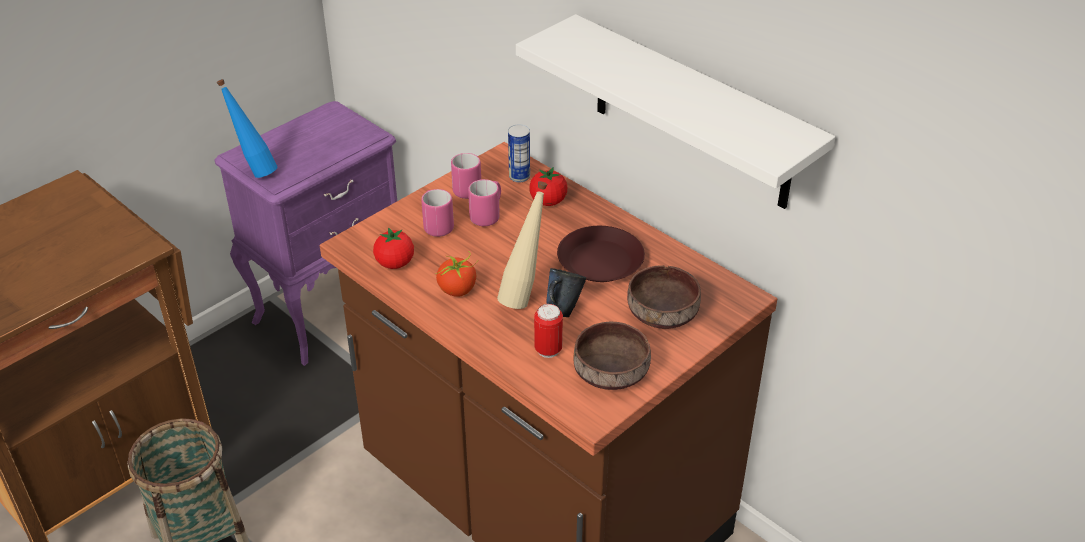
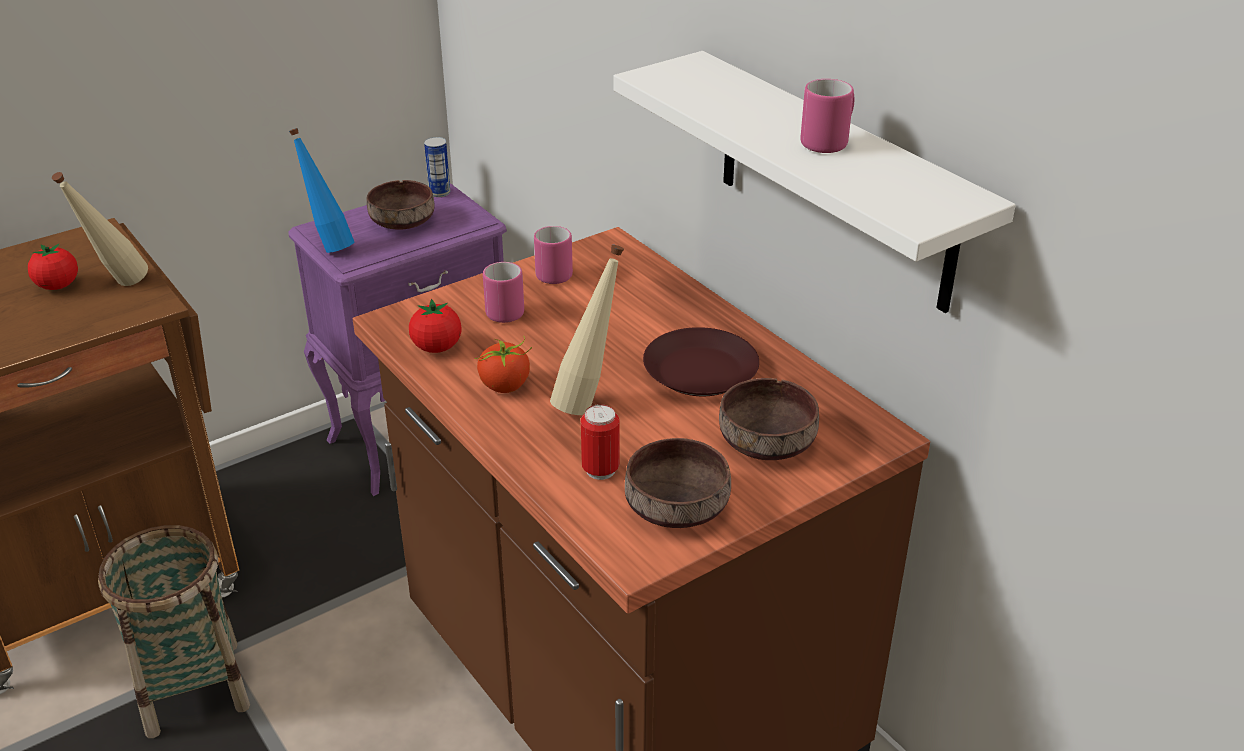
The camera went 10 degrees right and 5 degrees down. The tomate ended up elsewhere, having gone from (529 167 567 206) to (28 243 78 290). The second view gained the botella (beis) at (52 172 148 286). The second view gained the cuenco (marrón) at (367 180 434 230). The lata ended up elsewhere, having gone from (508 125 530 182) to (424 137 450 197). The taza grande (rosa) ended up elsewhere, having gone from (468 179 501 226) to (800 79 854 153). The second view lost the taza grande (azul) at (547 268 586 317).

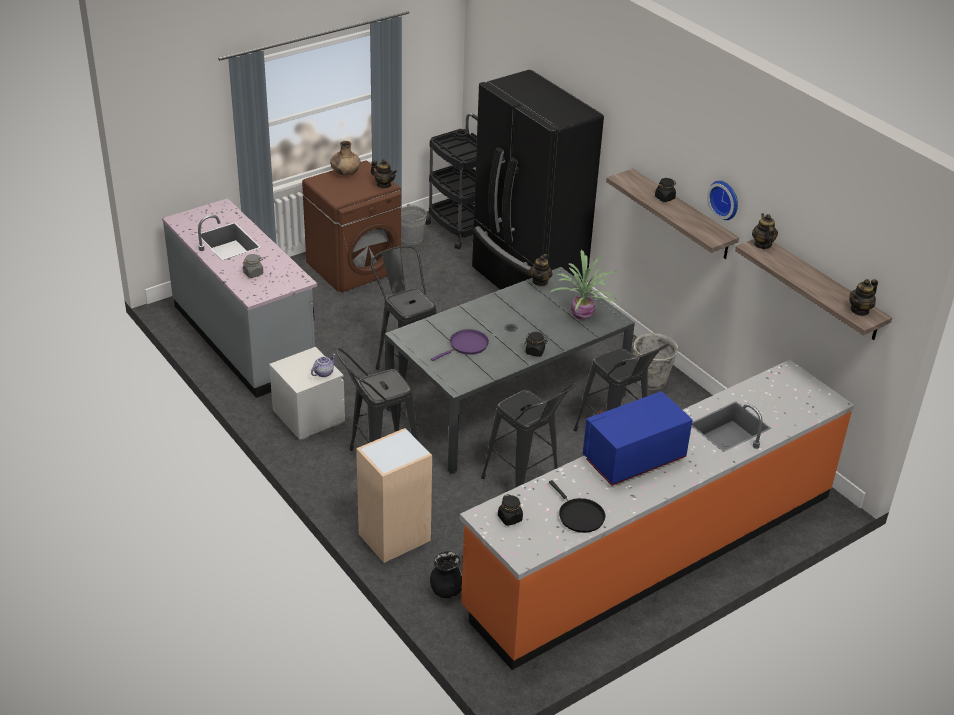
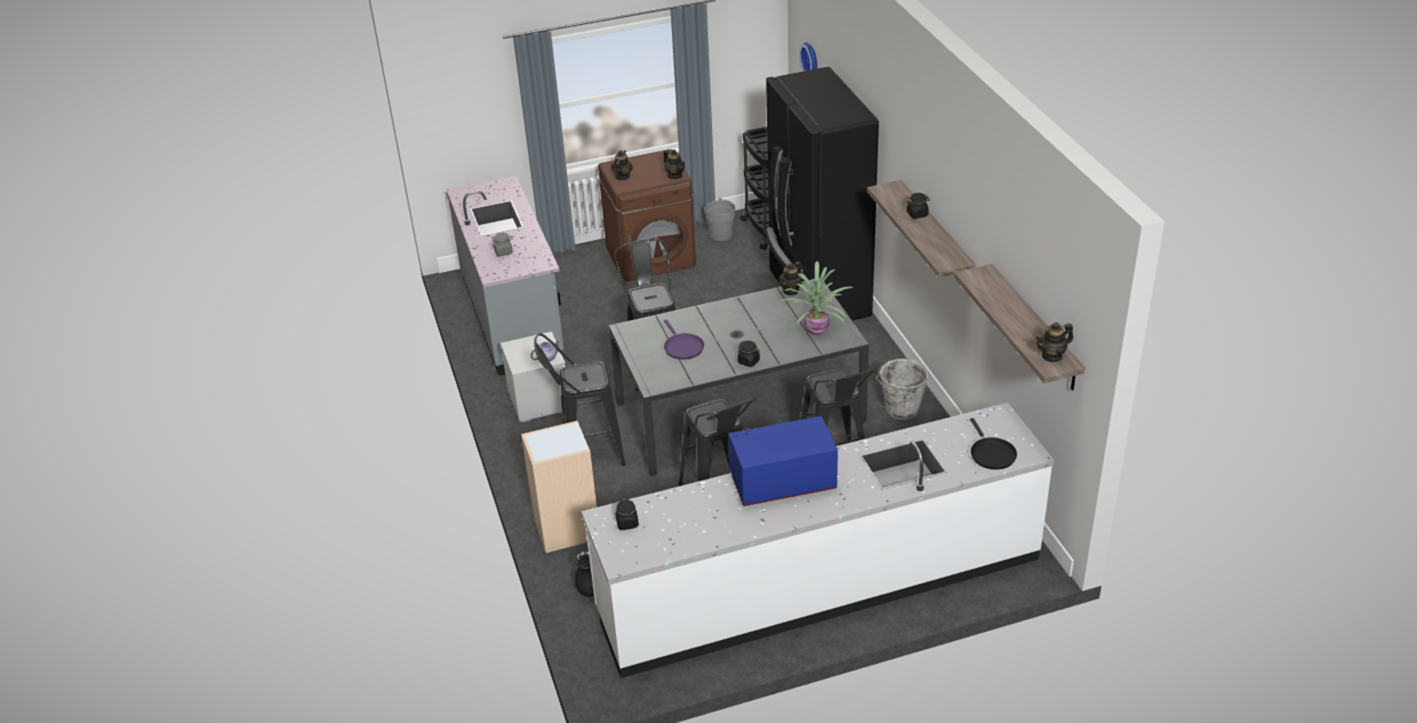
The camera went 20 degrees right and 0 degrees up. What was the mueble bajo de cocina (naranja) at (460 360 854 670) turned into the mueble bajo de cocina (blanco) at (581 402 1054 678). The tetera ended up elsewhere, having gone from (752 213 778 249) to (611 150 633 180). The sartén (morado) at (431 329 489 361) ended up facing another way, 90 degrees clockwise from before. The reloj de pared ended up elsewhere, having gone from (707 181 738 220) to (799 42 817 71). The sartén (negro) ended up elsewhere, having gone from (549 480 605 533) to (970 418 1017 470). The second view lost the florero (marrón) at (330 141 361 176).

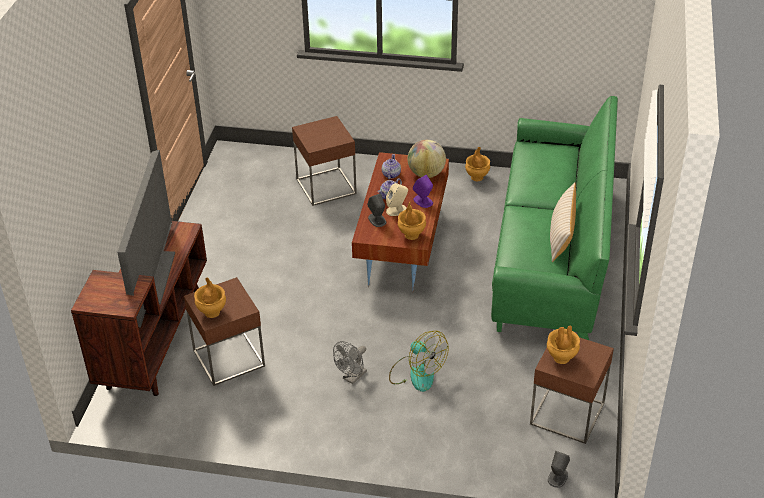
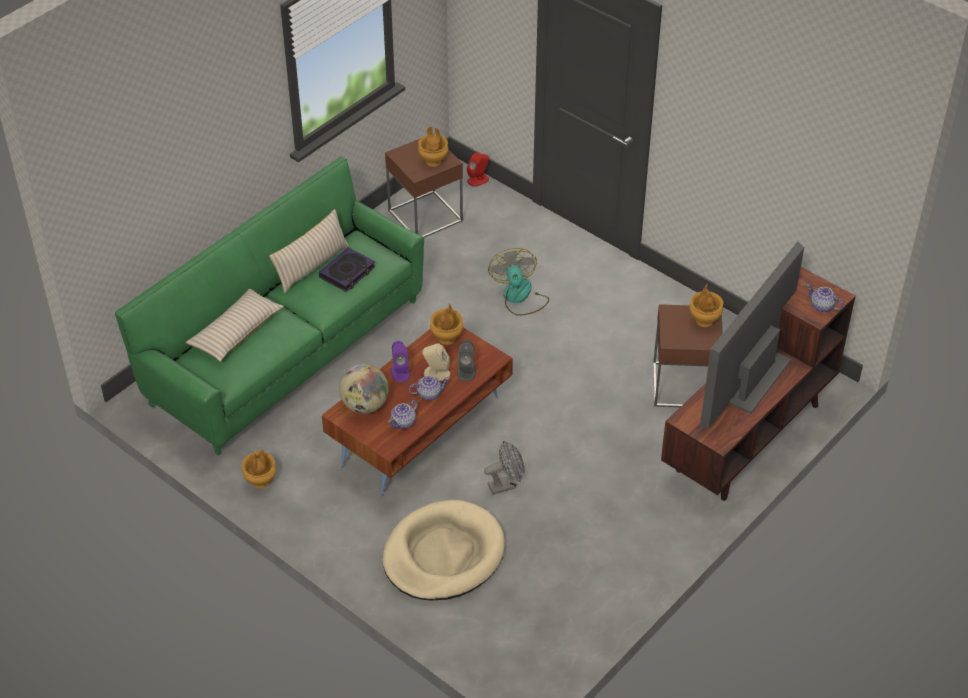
The camera went 150 degrees left and 5 degrees up. The second view gained the cojín (beis) at (186 289 284 362). The second view gained the libro at (319 247 375 292). Where the mesa auxiliar (marrón) stood at (292 116 357 206), the cama para perro (beis) came to stand at (382 500 505 601). What was the altavoz (gris) at (548 451 570 488) turned into the altavoz (rojo) at (467 153 489 187). The ventilador (gris) ended up elsewhere, having gone from (333 341 367 384) to (484 441 525 495). The second view gained the tetera at (806 284 843 312).

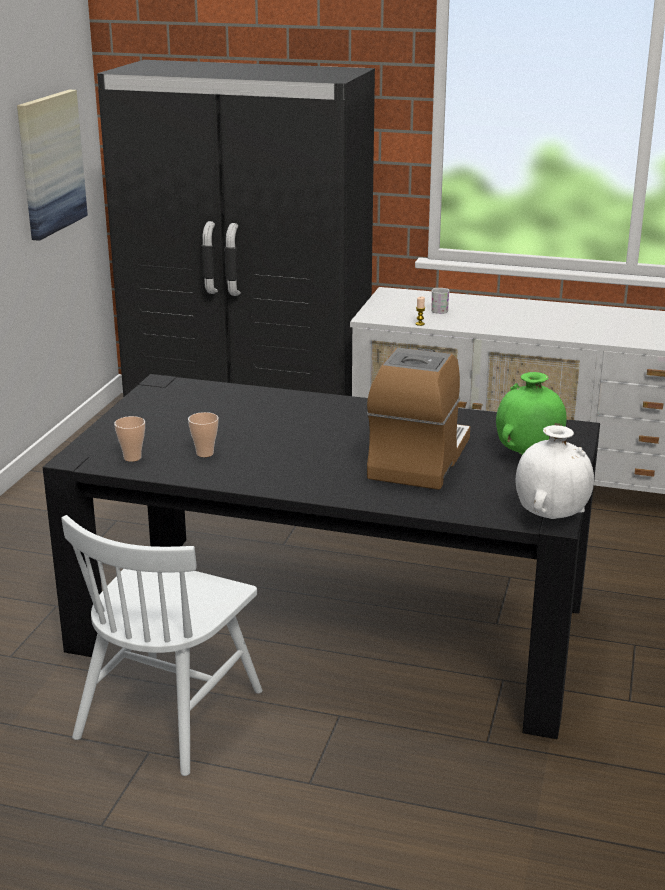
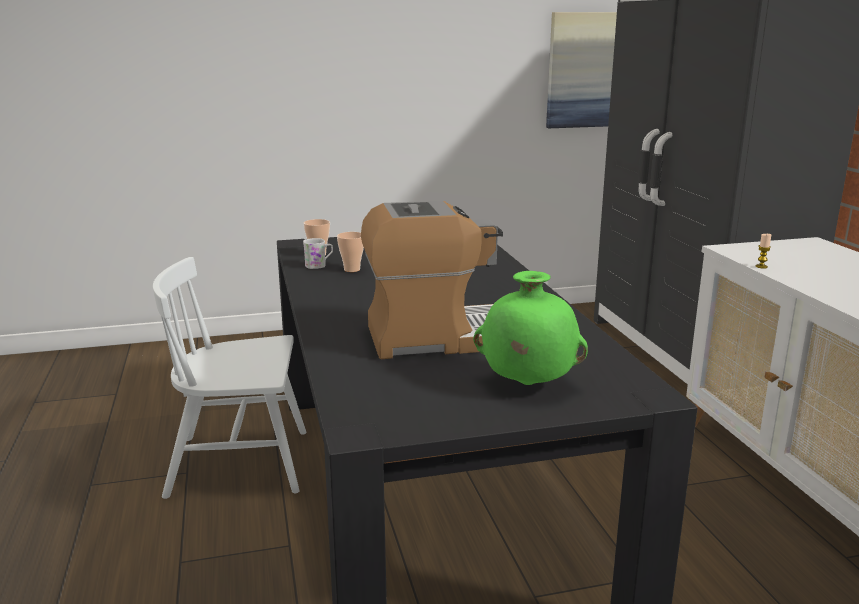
The camera went 60 degrees right and 5 degrees down. The taza grande (blanco) ended up elsewhere, having gone from (431 288 449 314) to (303 238 333 269). The second view lost the florero (blanco) at (516 425 594 519).

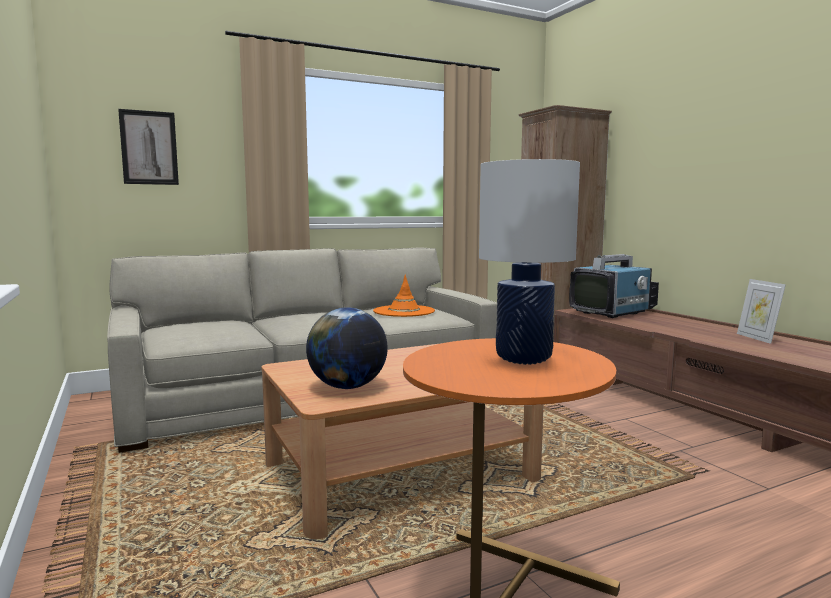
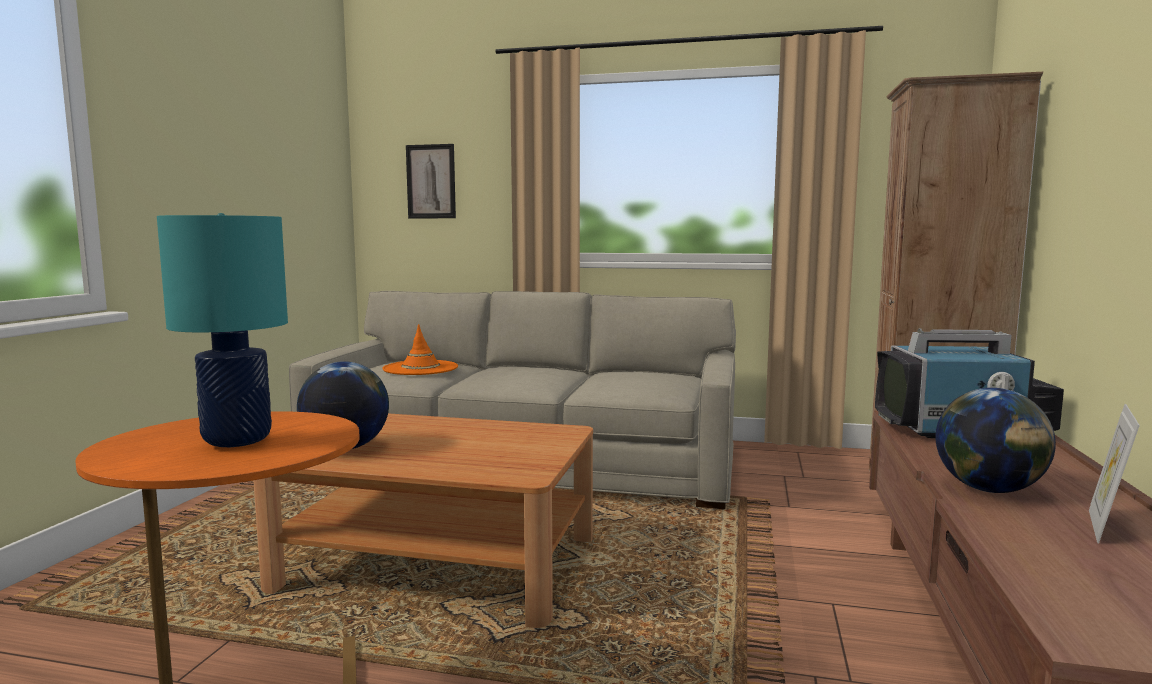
The camera went 40 degrees right and 0 degrees up. What was the lámpara de mesa (blanco) at (479 159 580 365) turned into the lámpara de mesa (turquesa) at (157 213 288 447). The sombrero (naranja) ended up elsewhere, having gone from (373 275 435 317) to (382 324 458 375). The second view gained the globo terráqueo at (935 388 1056 493).

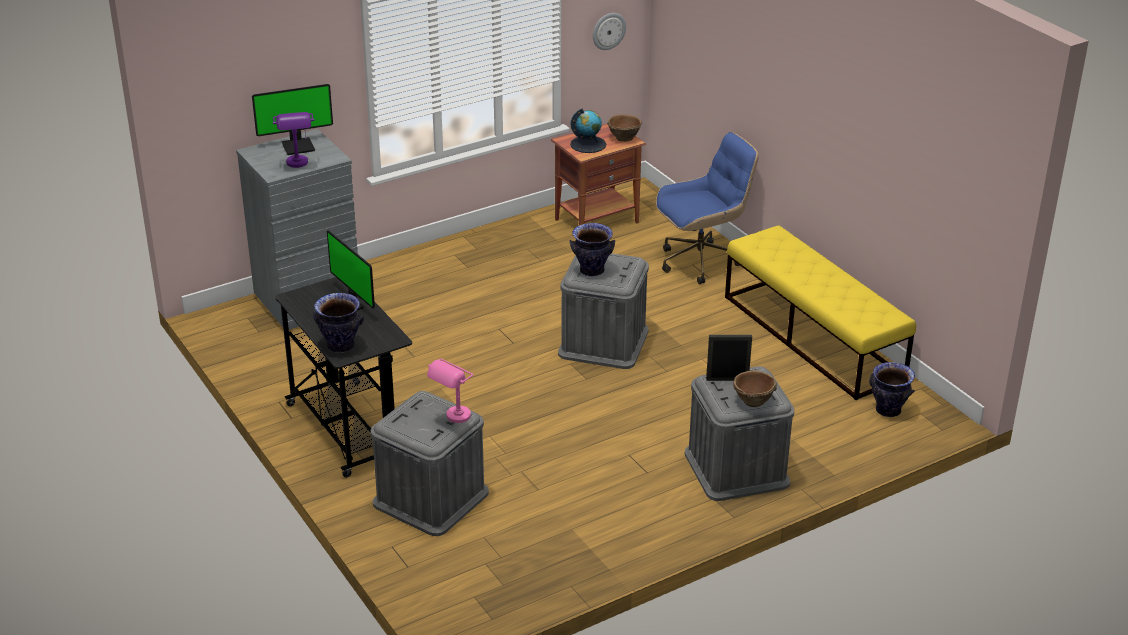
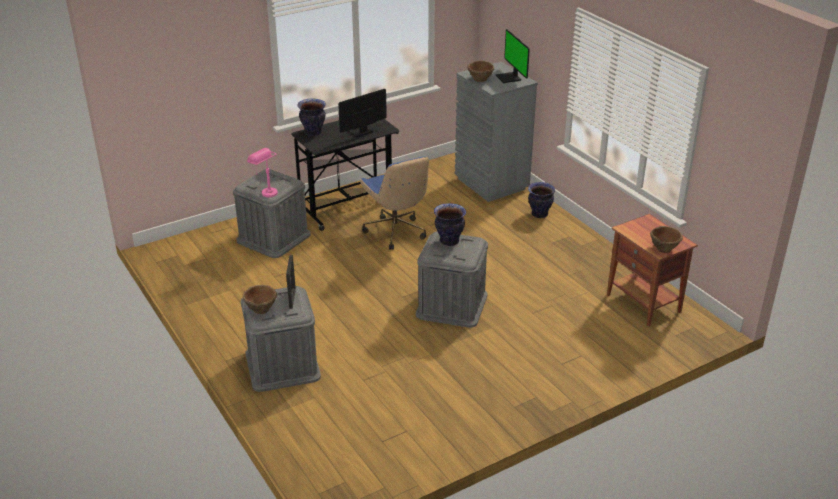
The camera went 90 degrees right and 0 degrees up. The silla de oficina (azul) ended up elsewhere, having gone from (656 132 759 284) to (360 156 429 250). Where the lámpara de mesa (morado) stood at (273 112 314 168), the cuenco (marrón) came to stand at (468 61 494 82). The florero ended up elsewhere, having gone from (869 362 915 417) to (528 182 555 218). The second view lost the globo terráqueo at (570 109 606 153). The second view lost the reloj de pared at (593 13 626 50). The second view lost the banco (amarillo) at (725 226 916 400).

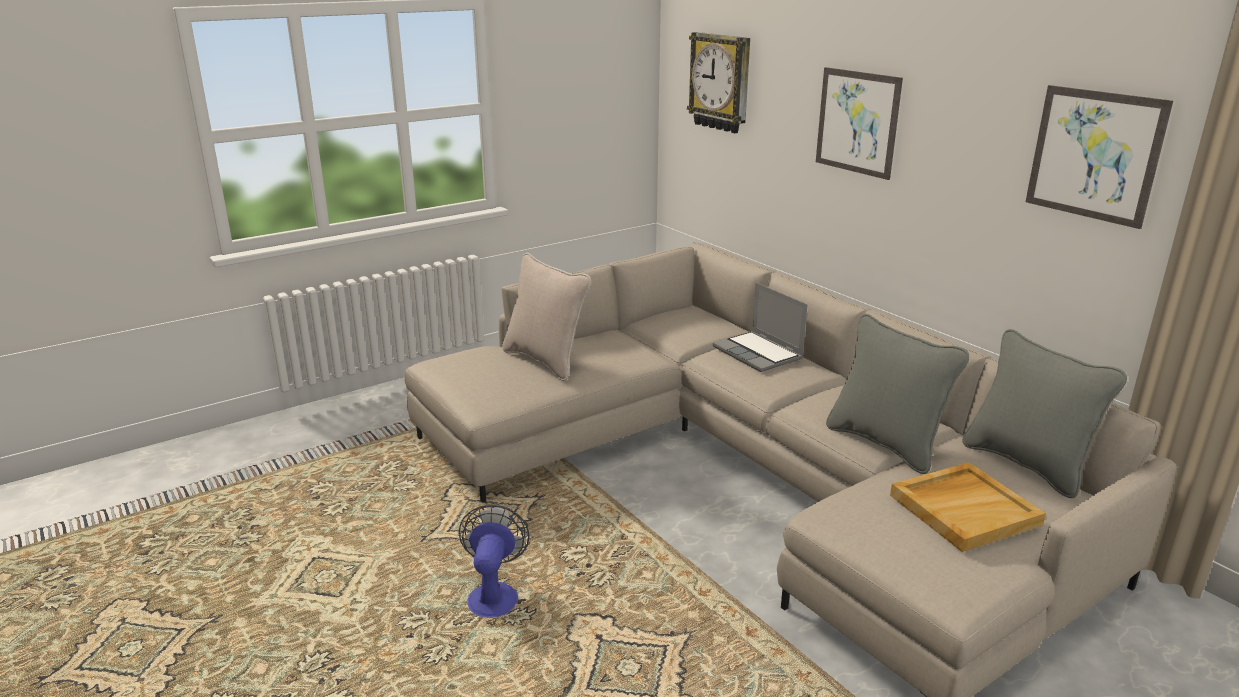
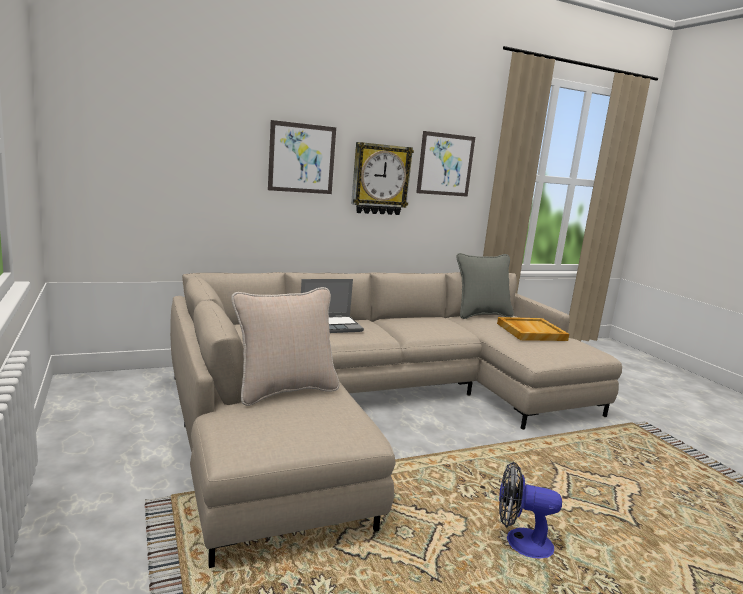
The camera went 80 degrees left and 10 degrees down. The reloj de pared ended up elsewhere, having gone from (687 32 750 133) to (351 142 414 215). The second view lost the cojín (gris) at (826 314 969 474).

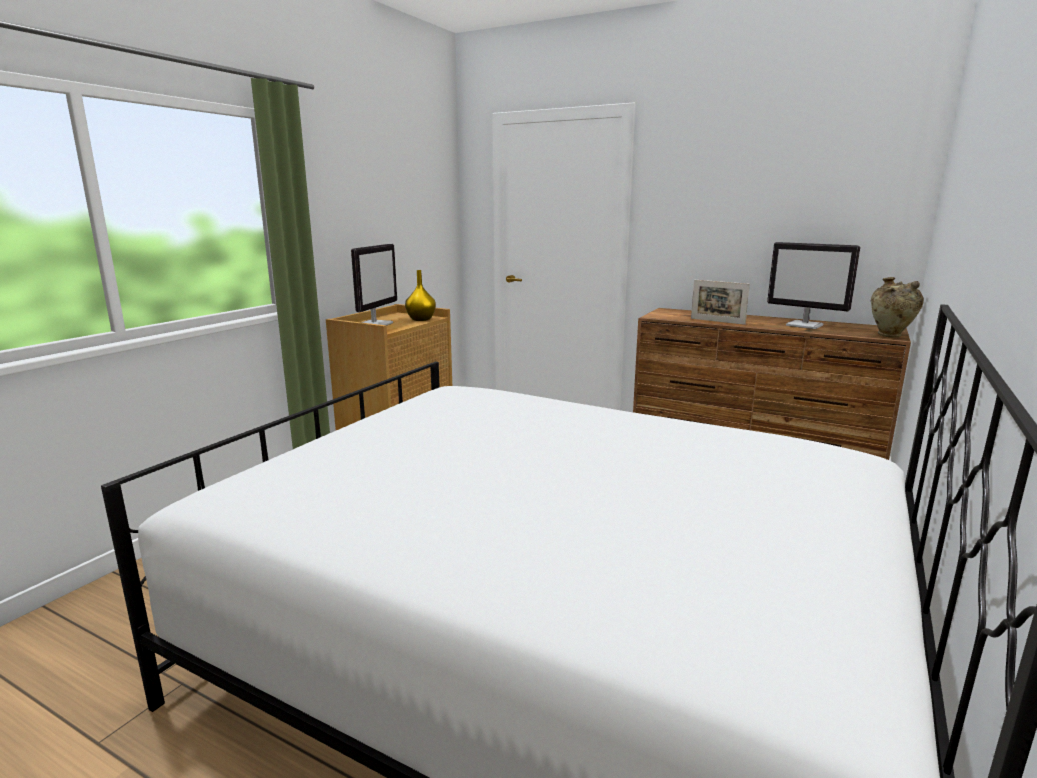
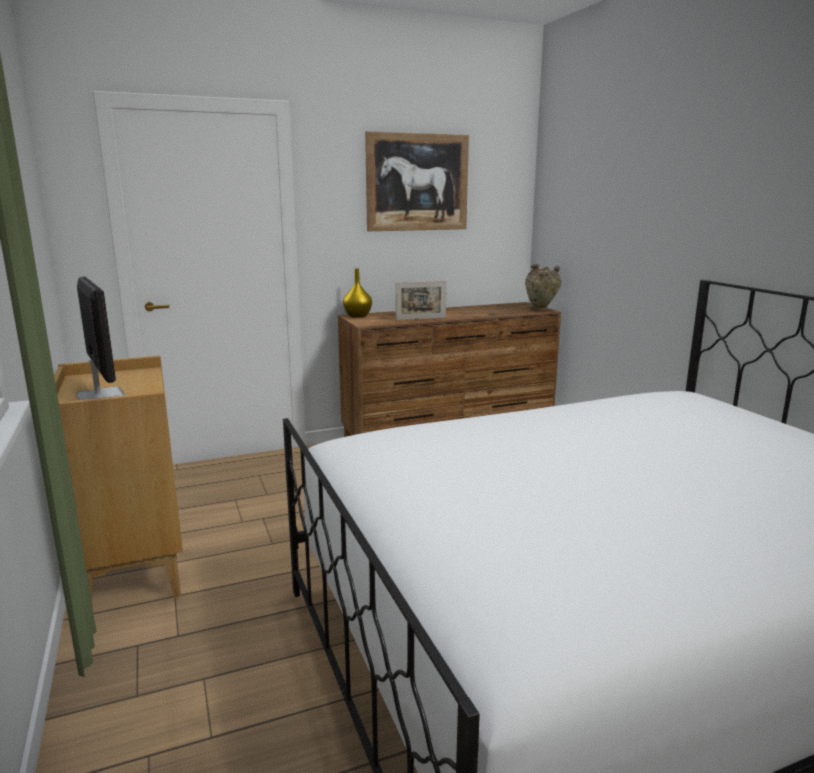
The camera went 50 degrees left and 0 degrees up. The florero (amarillo) ended up elsewhere, having gone from (405 270 436 321) to (343 268 372 318). The second view gained the cuadro at (365 131 469 231). The second view lost the monitor at (767 242 860 329).

